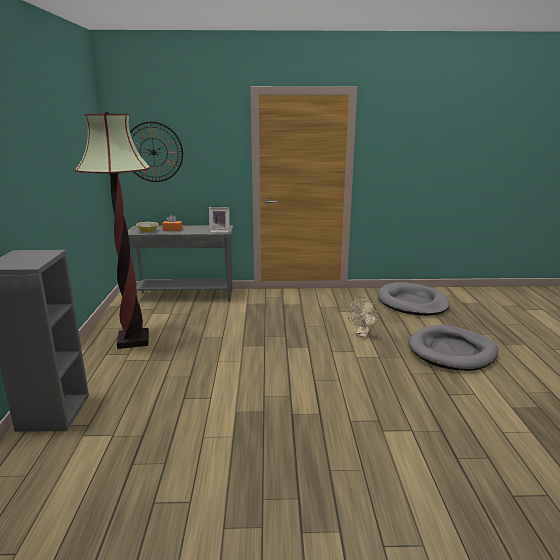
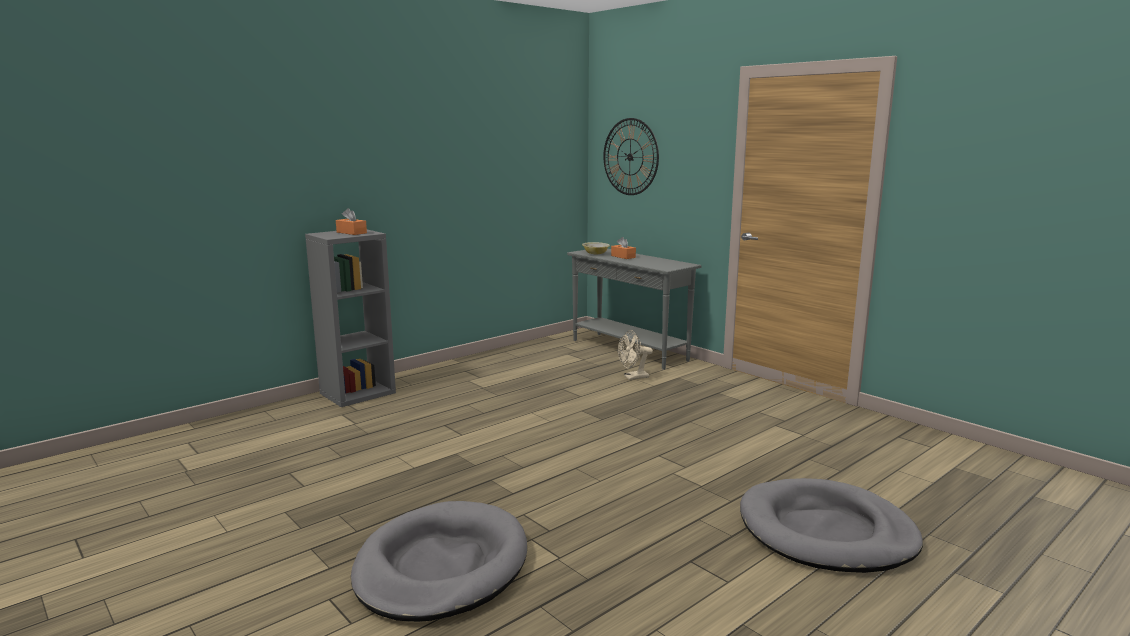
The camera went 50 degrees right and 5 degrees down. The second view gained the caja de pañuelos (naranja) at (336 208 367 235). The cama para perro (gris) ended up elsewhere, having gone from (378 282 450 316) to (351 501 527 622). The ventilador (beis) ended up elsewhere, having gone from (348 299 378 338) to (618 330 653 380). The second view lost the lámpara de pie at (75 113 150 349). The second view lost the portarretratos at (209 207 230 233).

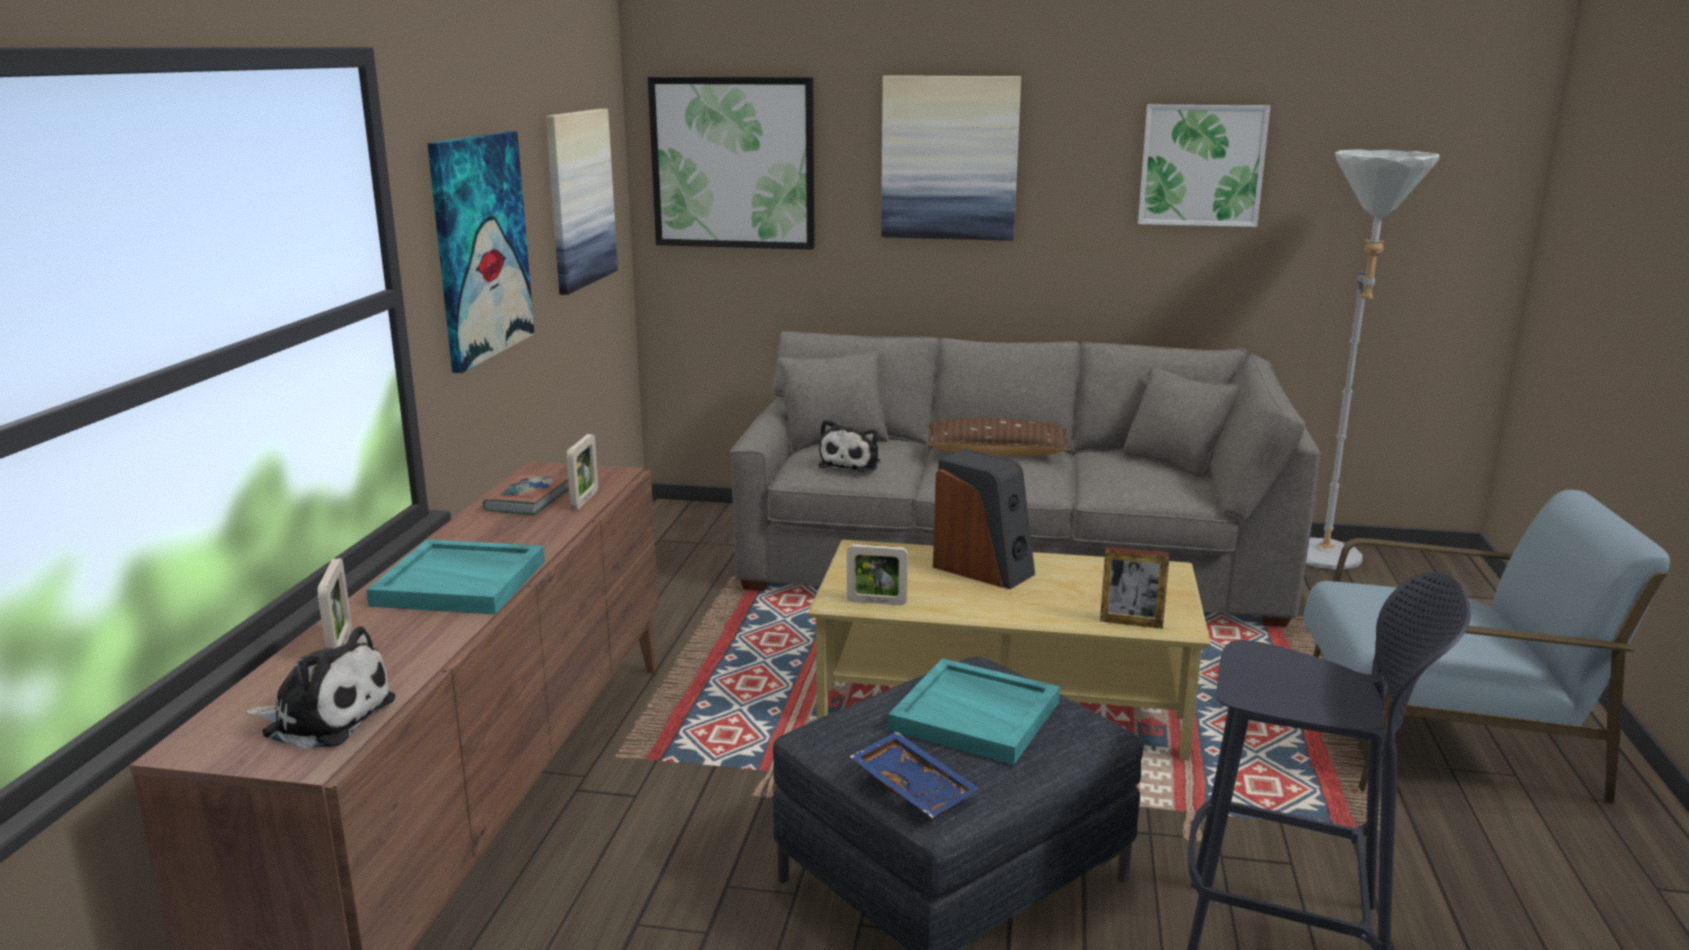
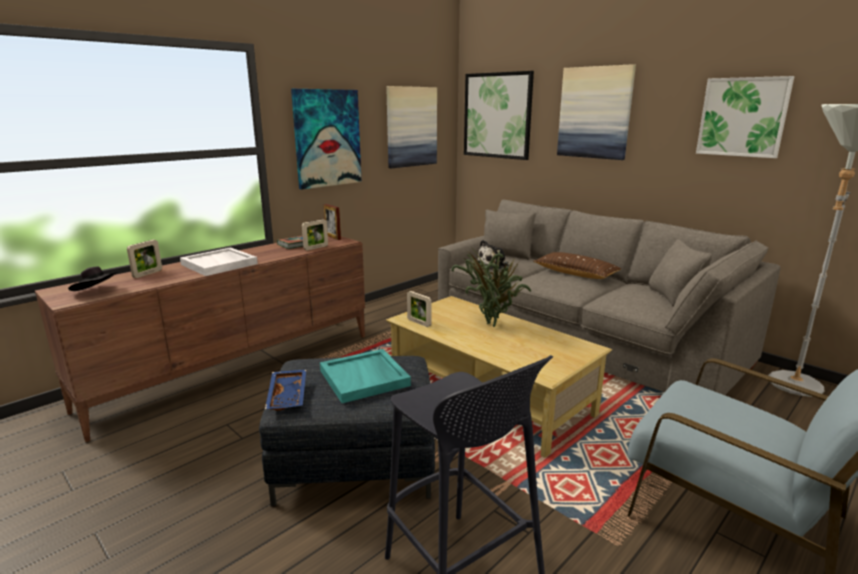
The camera went 35 degrees right and 0 degrees up. Where the peluche stood at (245 626 395 749), the sombrero (negro) came to stand at (68 266 117 291). What was the bandeja (turquesa) at (366 539 545 615) turned into the bandeja (blanco) at (180 247 258 276). The portarretratos ended up elsewhere, having gone from (1100 547 1170 629) to (324 204 341 240). Where the altavoz stood at (933 449 1035 589), the planta en maceta came to stand at (451 249 531 327).

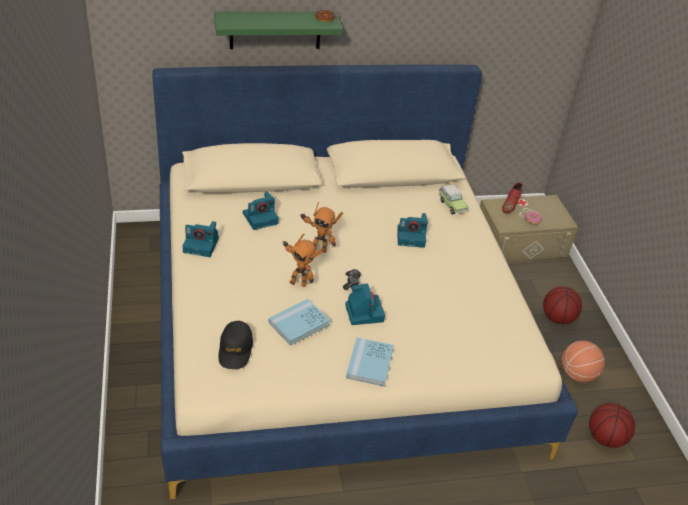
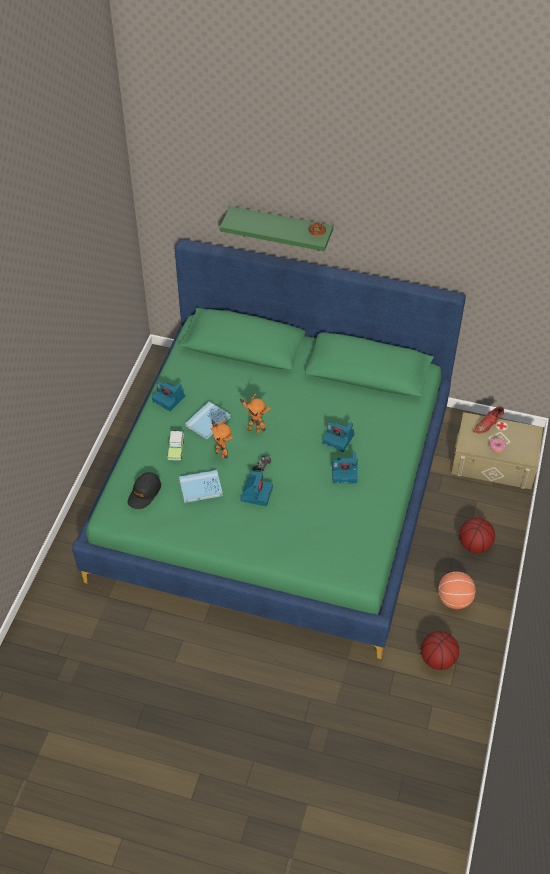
The camera went 30 degrees right and 10 degrees up. What was the cama (beis) at (152 64 578 499) turned into the cama (verde) at (72 239 466 659). The coche de juguete ended up elsewhere, having gone from (439 185 469 215) to (167 430 185 460). The libro (azul) ended up elsewhere, having gone from (346 337 394 386) to (185 402 231 440). The cámara ended up elsewhere, having gone from (243 192 279 230) to (332 452 358 484).

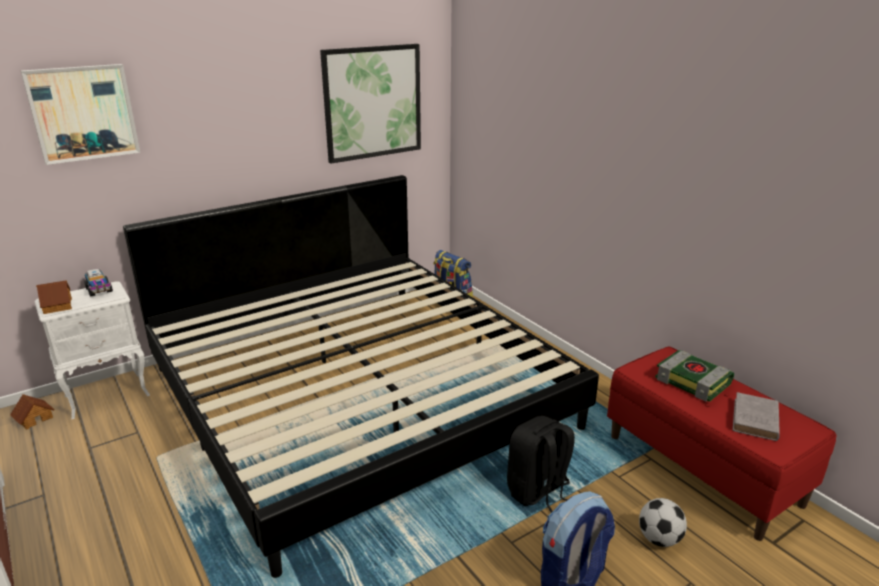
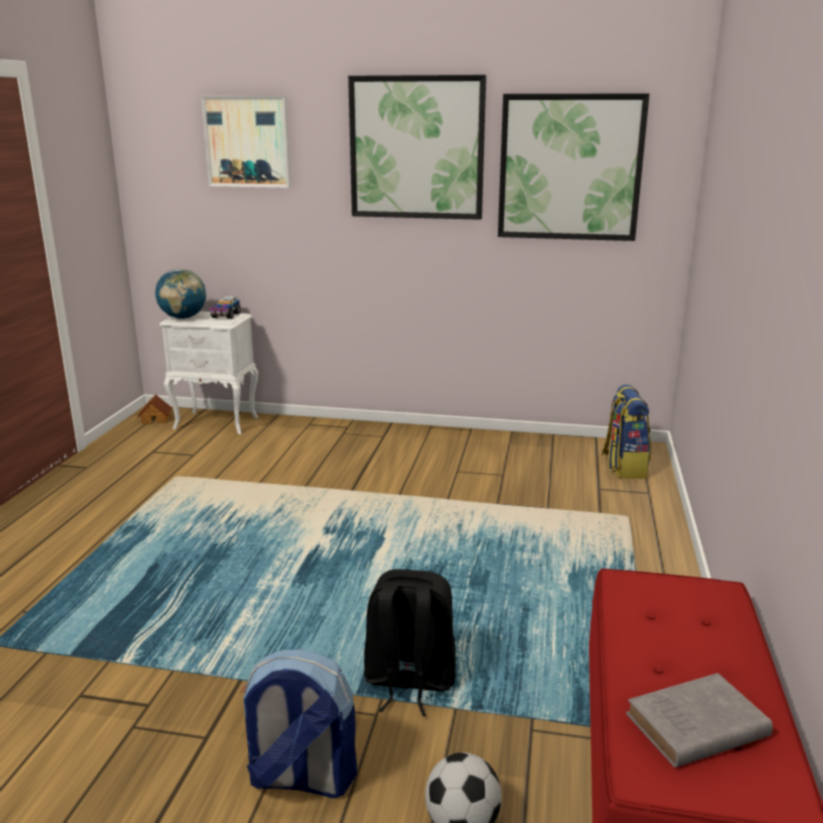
The camera went 45 degrees right and 5 degrees down. Where the casita stood at (36 280 72 314), the globo terráqueo came to stand at (155 269 206 319). The second view gained the cuadro at (348 75 486 220). The second view lost the cama at (123 175 599 578). The second view lost the libro at (655 350 734 402).

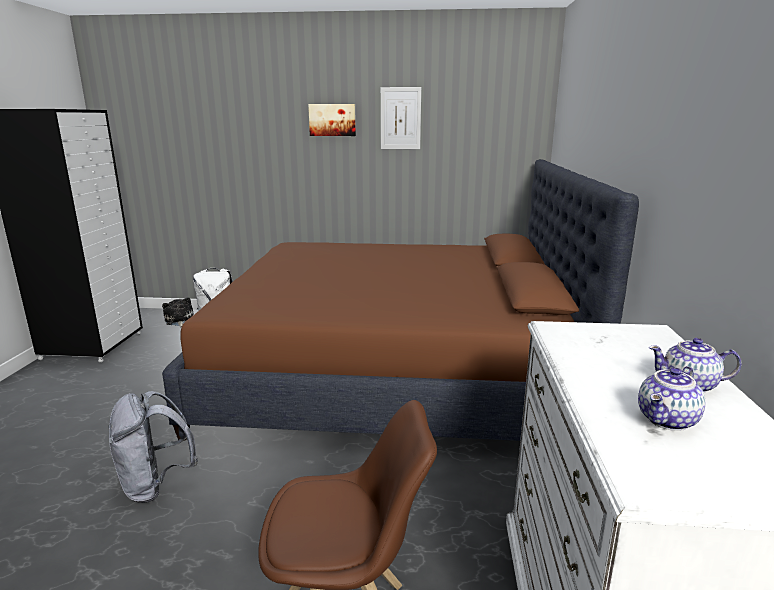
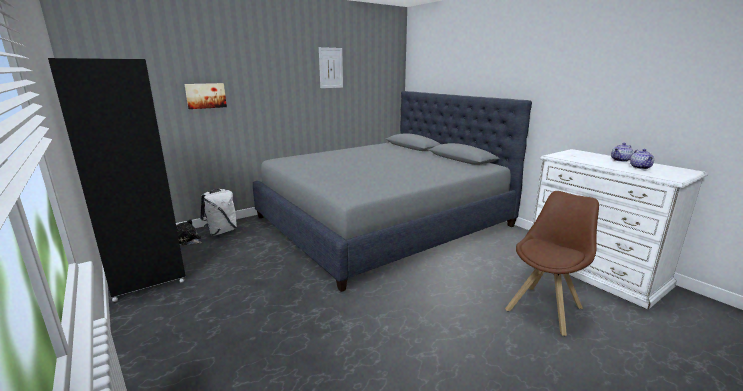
The camera went 40 degrees left and 0 degrees up. The cuadro ended up elsewhere, having gone from (308 104 356 136) to (185 83 227 109). What was the cama (marrón) at (162 159 639 441) turned into the cama (gris) at (253 91 532 292). The second view lost the mochila (gris) at (108 391 198 503).

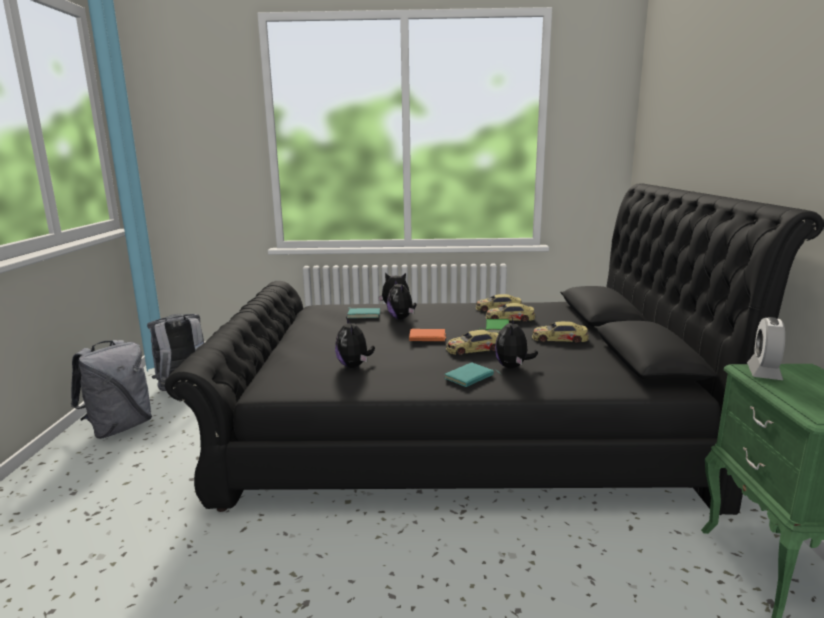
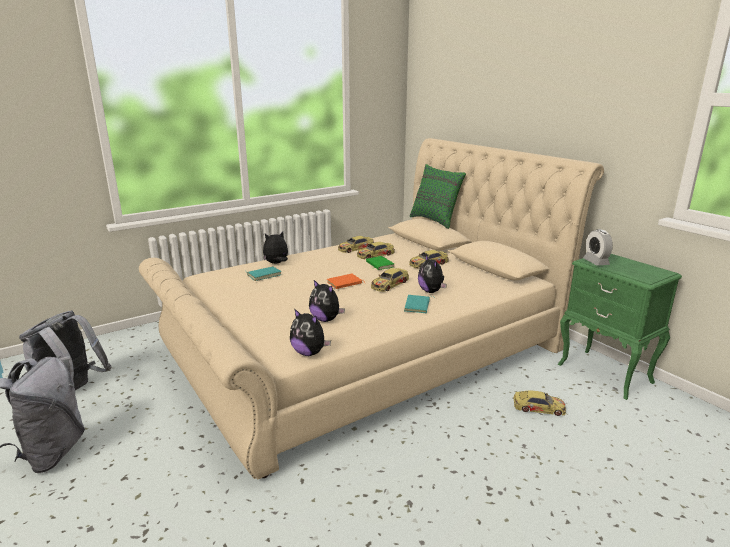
The camera went 35 degrees left and 5 degrees up. What was the cama (negro) at (164 183 824 515) turned into the cama (beis) at (139 138 604 480). The peluche ended up elsewhere, having gone from (387 280 416 319) to (290 309 331 356). The second view gained the cojín (verde) at (410 164 466 229). The second view gained the coche de juguete at (514 390 566 416).

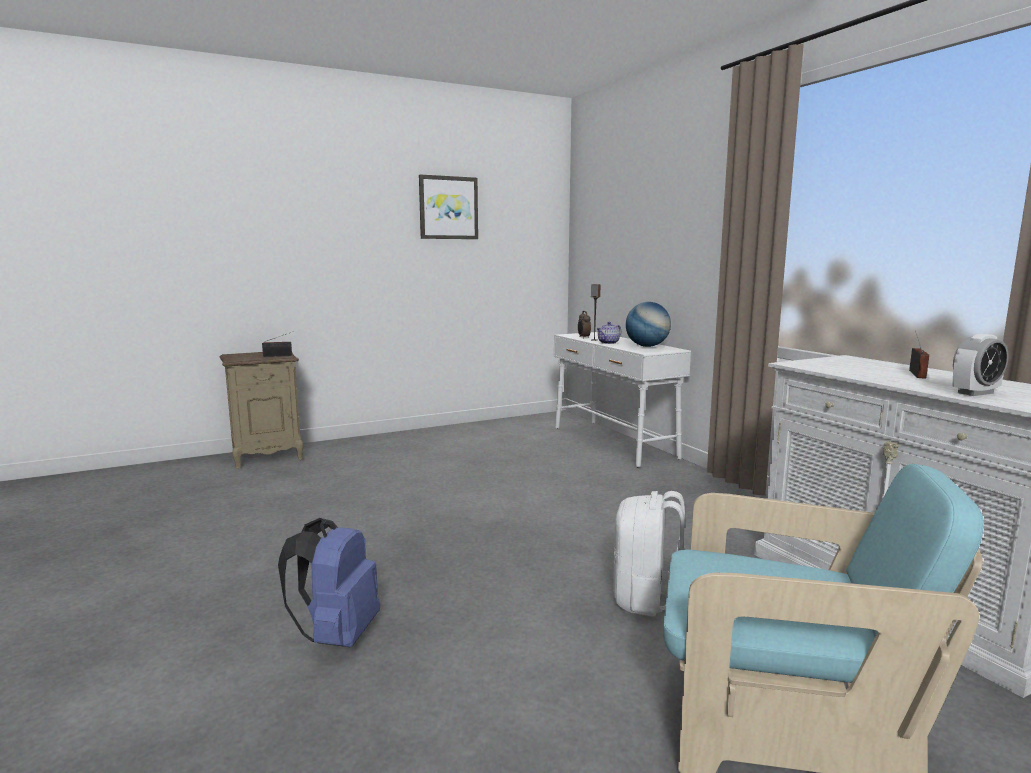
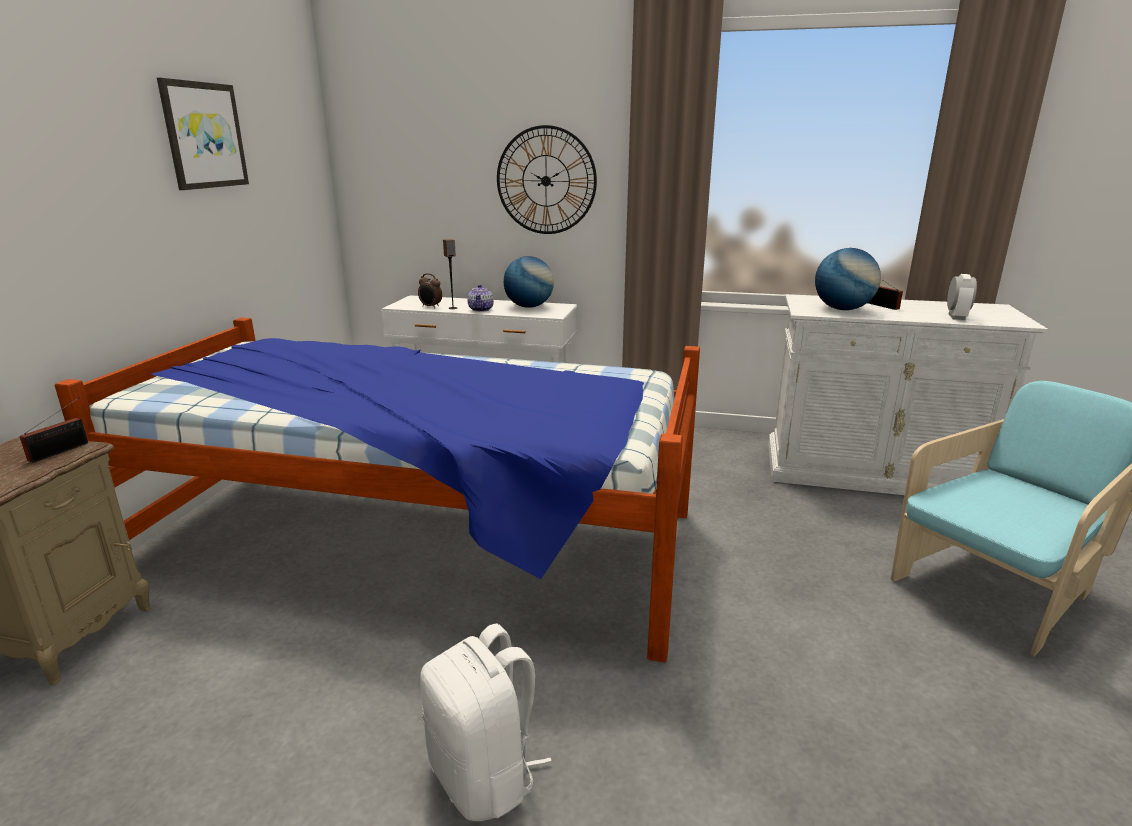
The camera went 50 degrees left and 10 degrees up. The second view gained the cama at (55 317 700 662). The mochila (blanco) ended up elsewhere, having gone from (613 491 685 617) to (420 624 552 821). The second view gained the reloj de pared at (497 125 597 234). The second view gained the globo terráqueo at (815 248 881 310). The second view lost the mochila (azul) at (278 518 380 647).

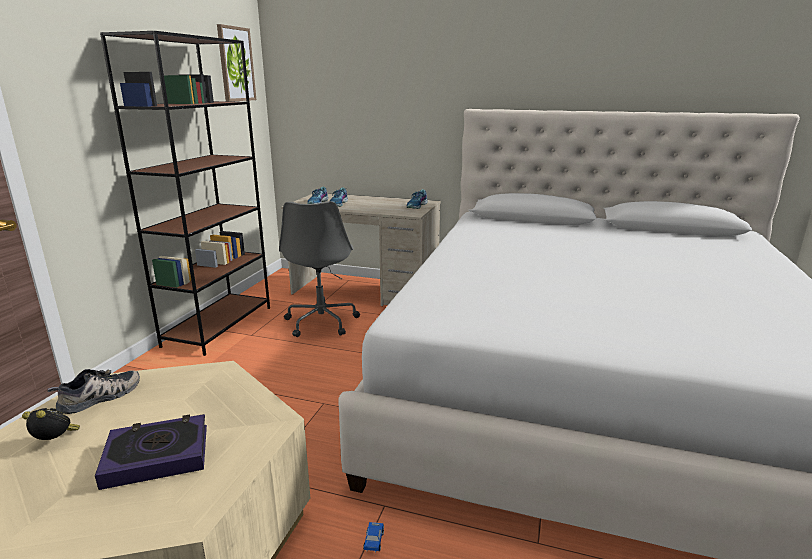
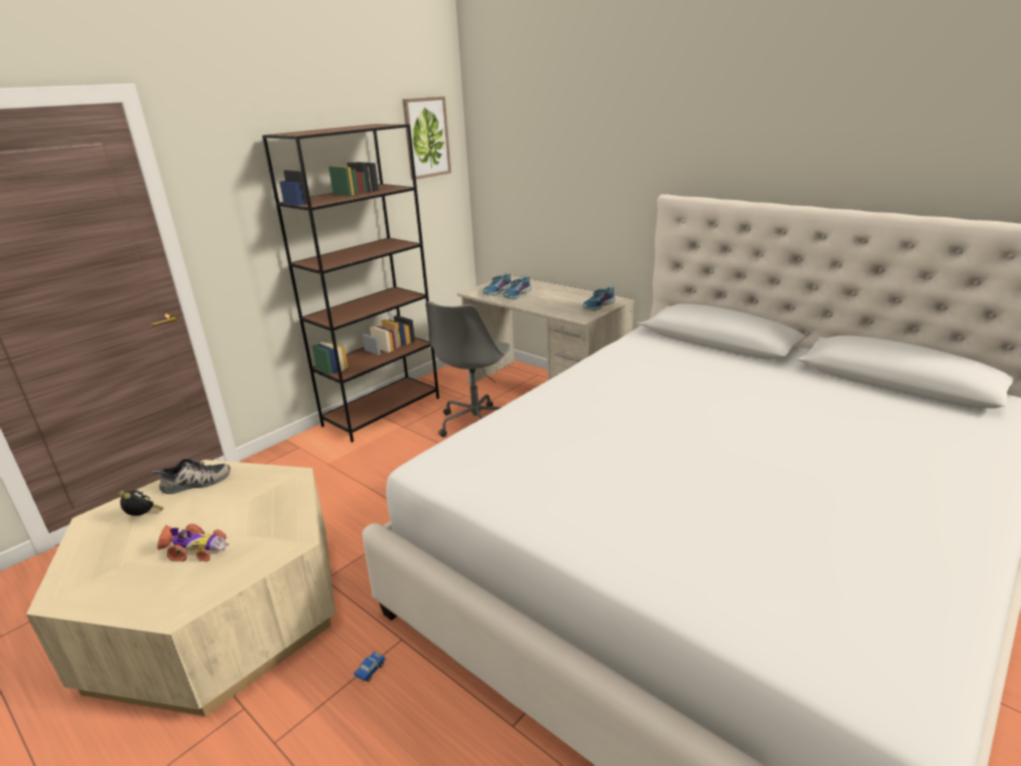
The camera went 25 degrees right and 5 degrees up. Where the libro stood at (95 414 207 490), the coche de juguete came to stand at (157 524 229 562).

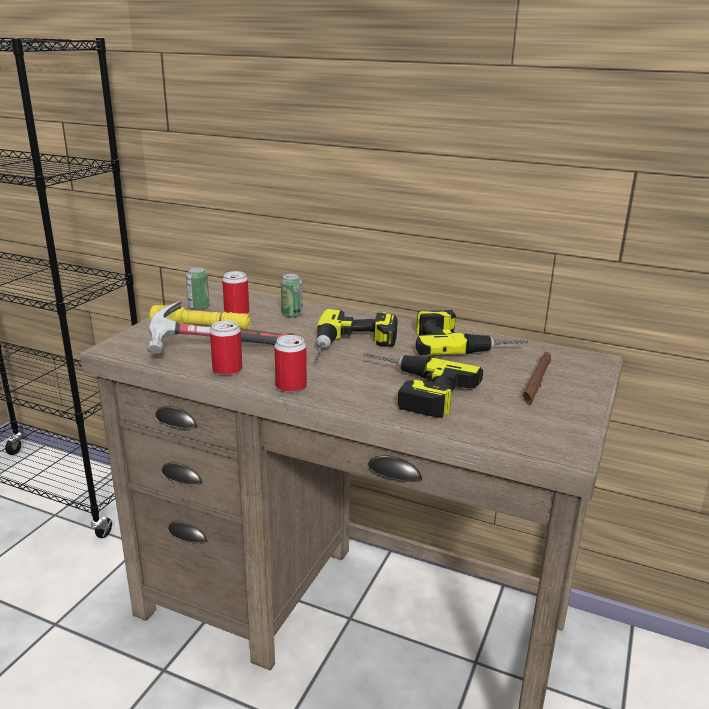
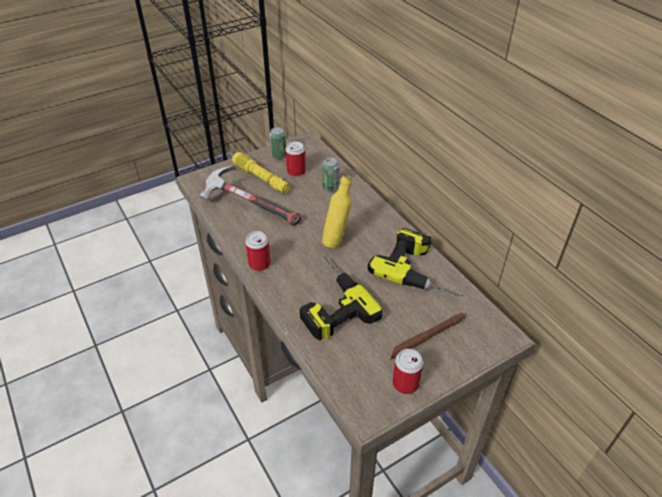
The camera went 35 degrees right and 20 degrees up. Where the taladro stood at (315 309 398 360), the botella (amarillo) came to stand at (321 175 352 249). The lata ended up elsewhere, having gone from (210 320 243 375) to (392 349 423 394).

